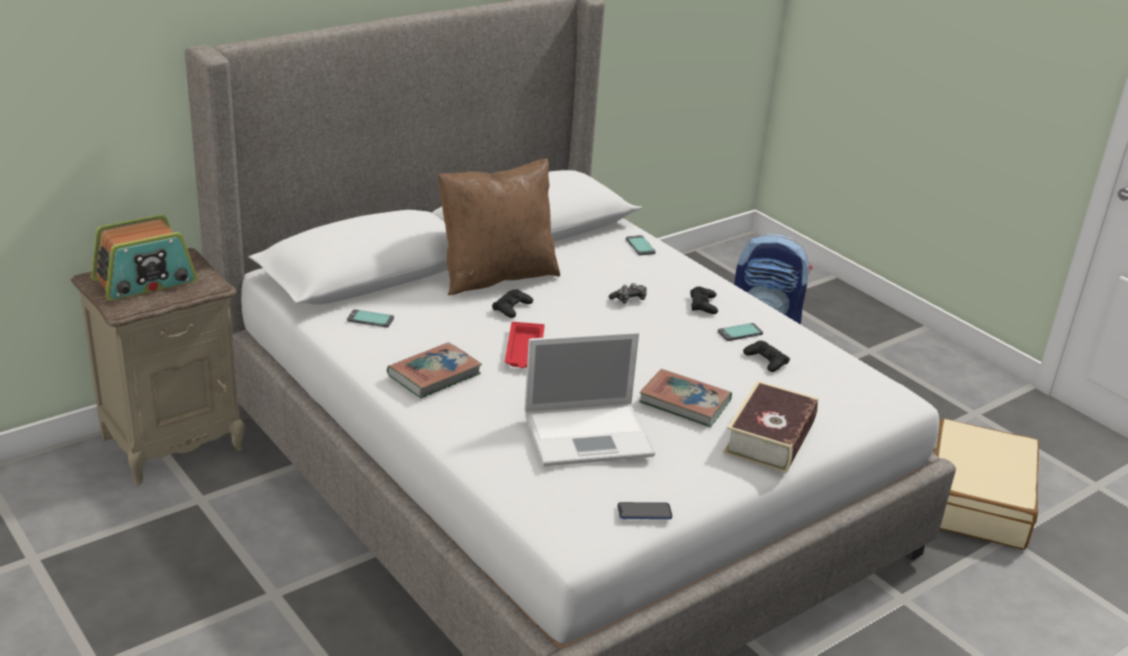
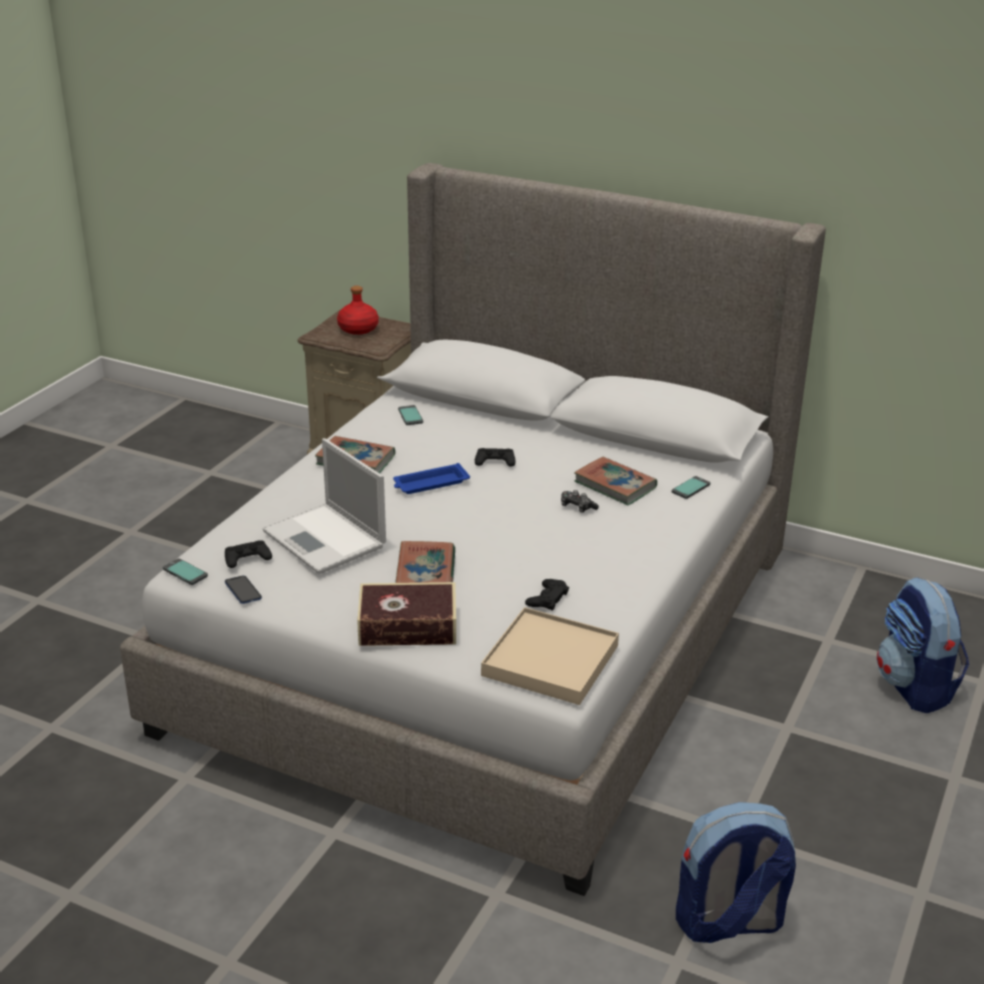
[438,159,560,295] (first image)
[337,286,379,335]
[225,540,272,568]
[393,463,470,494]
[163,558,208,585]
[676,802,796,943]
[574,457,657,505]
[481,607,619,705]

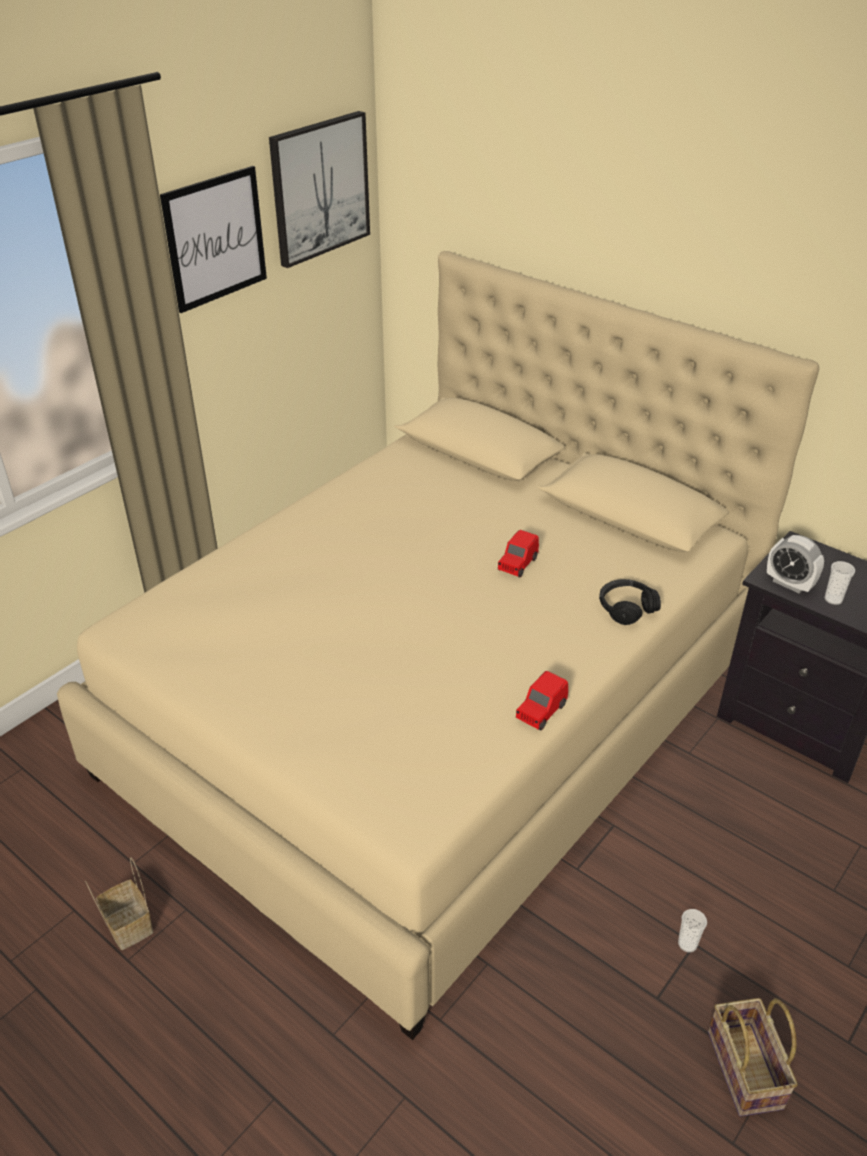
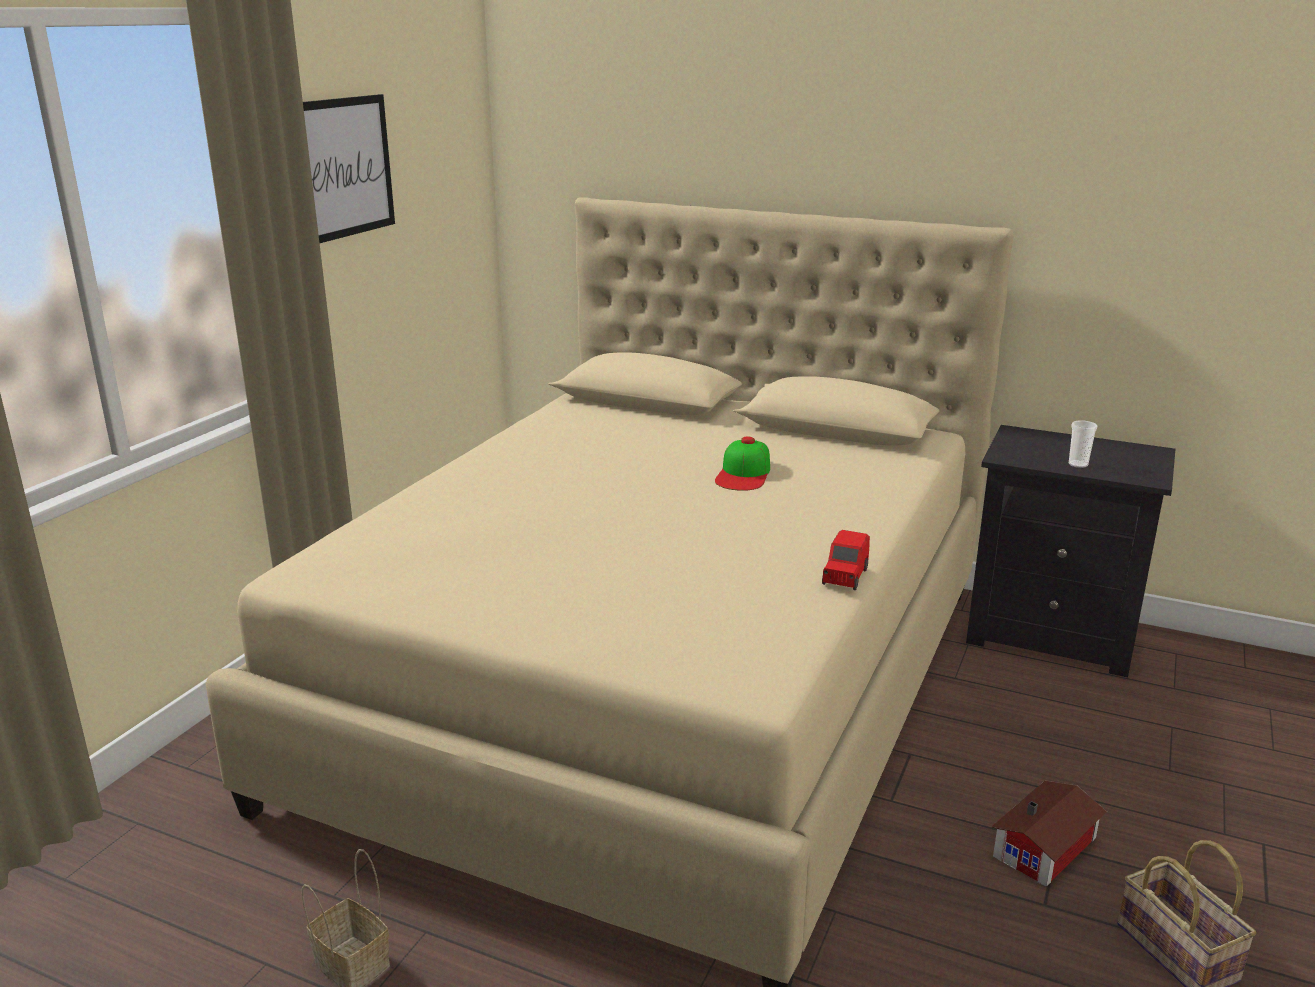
[269,111,370,268] (first image)
[715,437,770,491]
[767,535,824,594] (first image)
[599,579,661,625] (first image)
[991,781,1107,887]

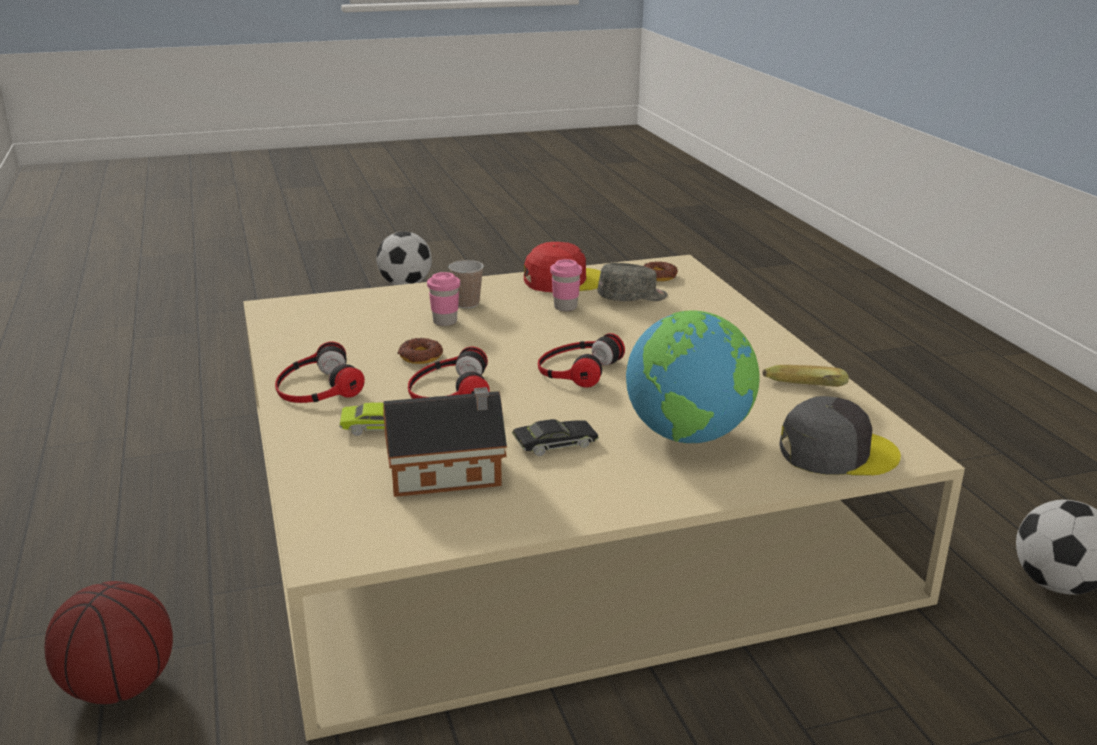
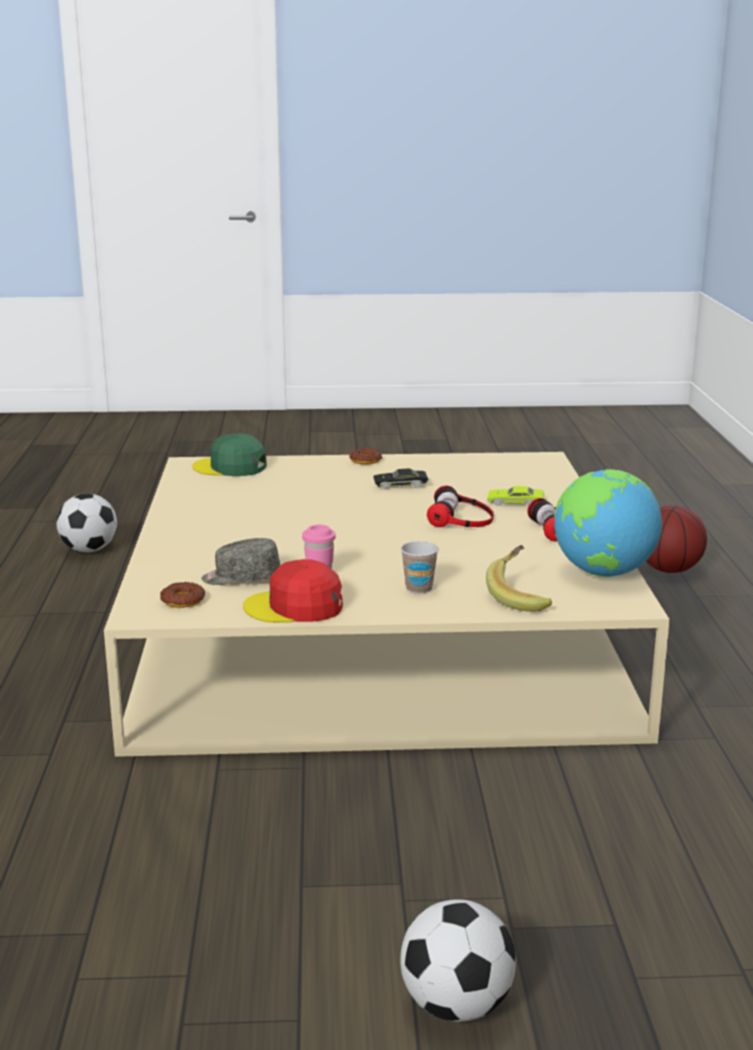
[427,272,460,326] (first image)
[554,469,662,577]
[538,333,625,388] (first image)
[349,448,382,465]
[486,545,552,612]
[384,387,507,497] (first image)
[192,434,267,476]

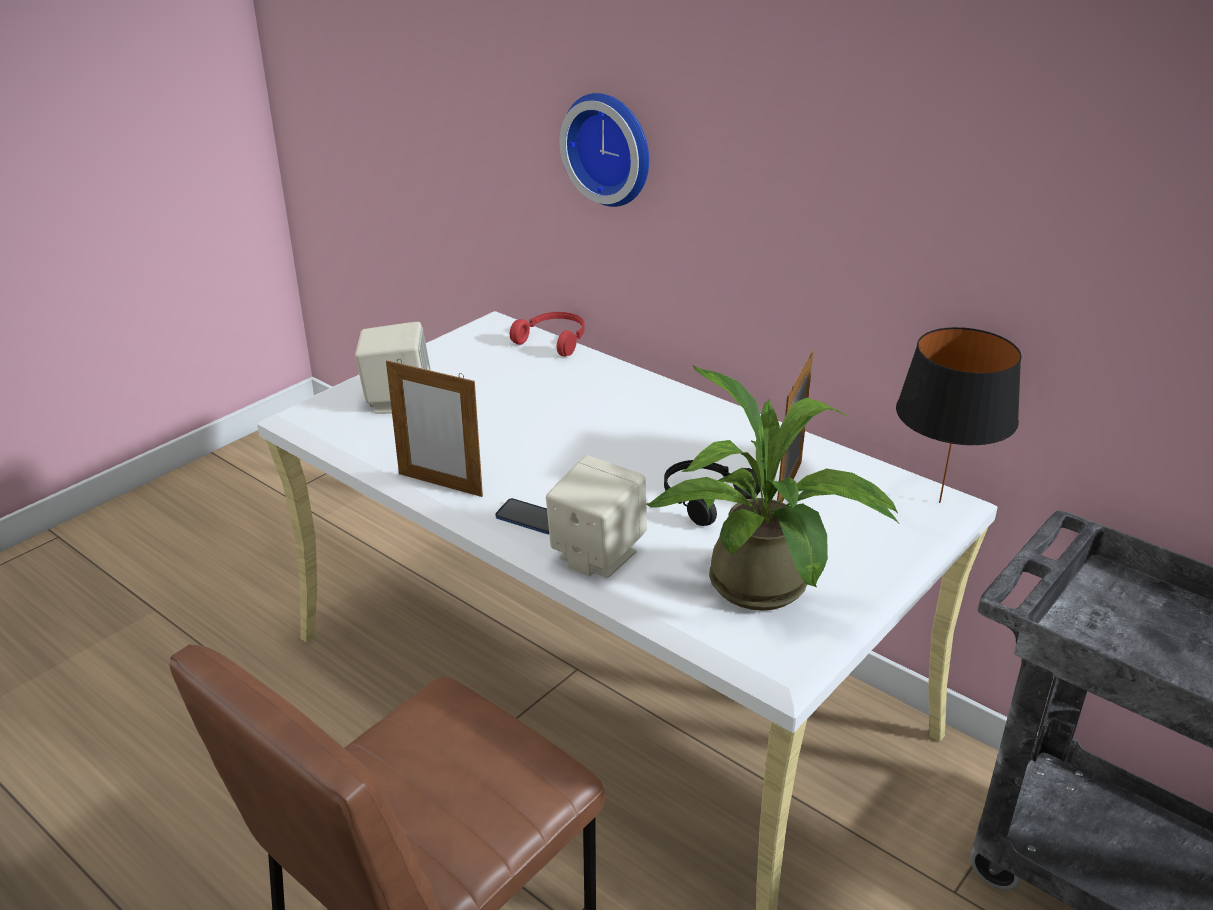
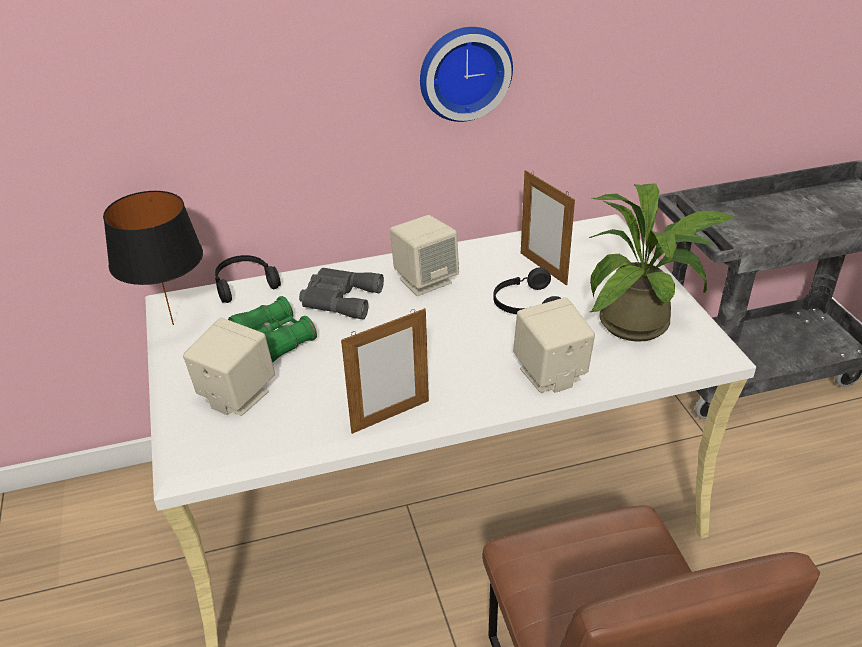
[420,27,513,122]
[215,255,281,303]
[103,191,203,325]
[495,498,549,534] (first image)
[390,215,459,296]
[299,268,384,320]
[228,296,317,363]

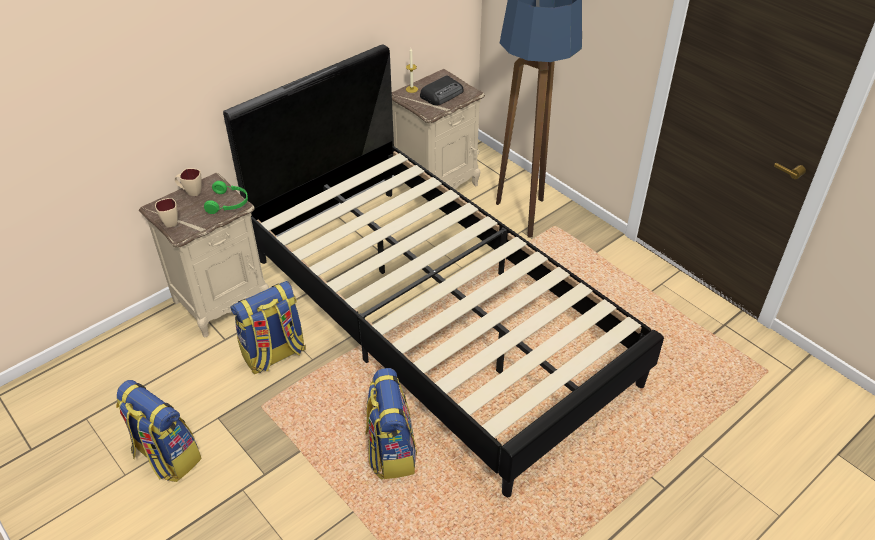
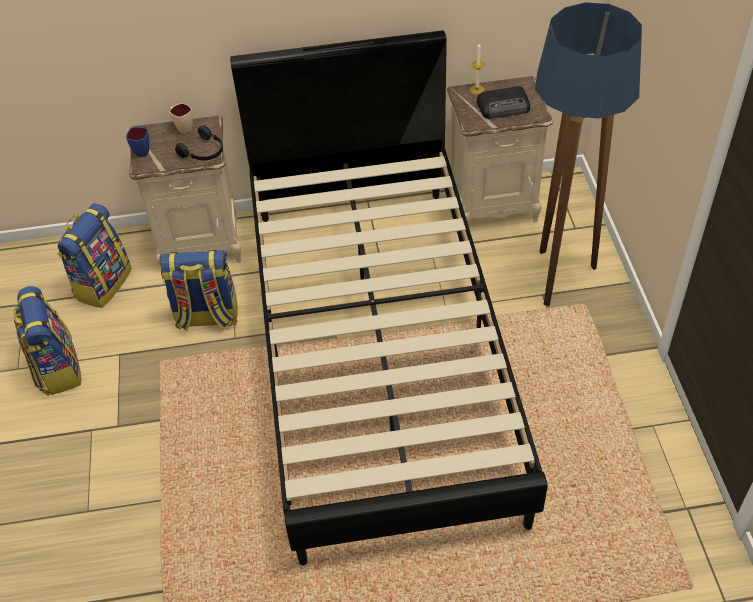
[175,125,223,160]
[126,127,149,157]
[58,203,132,308]

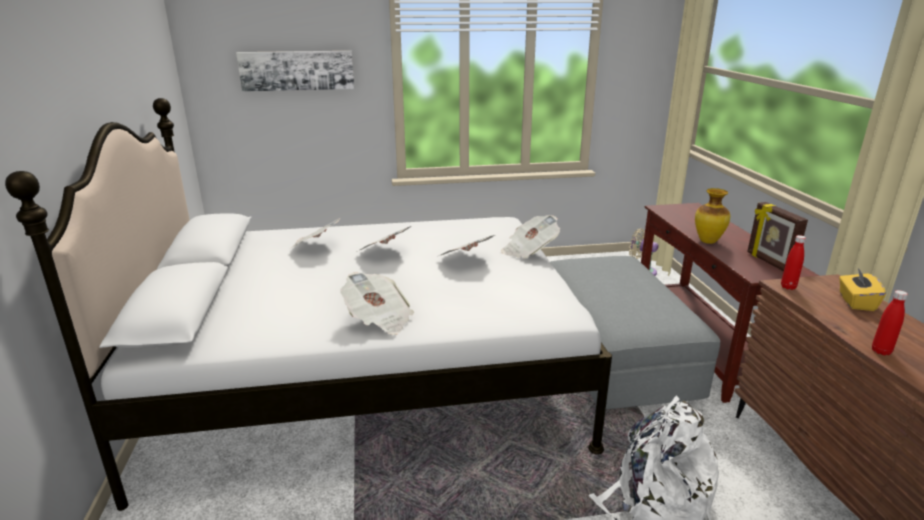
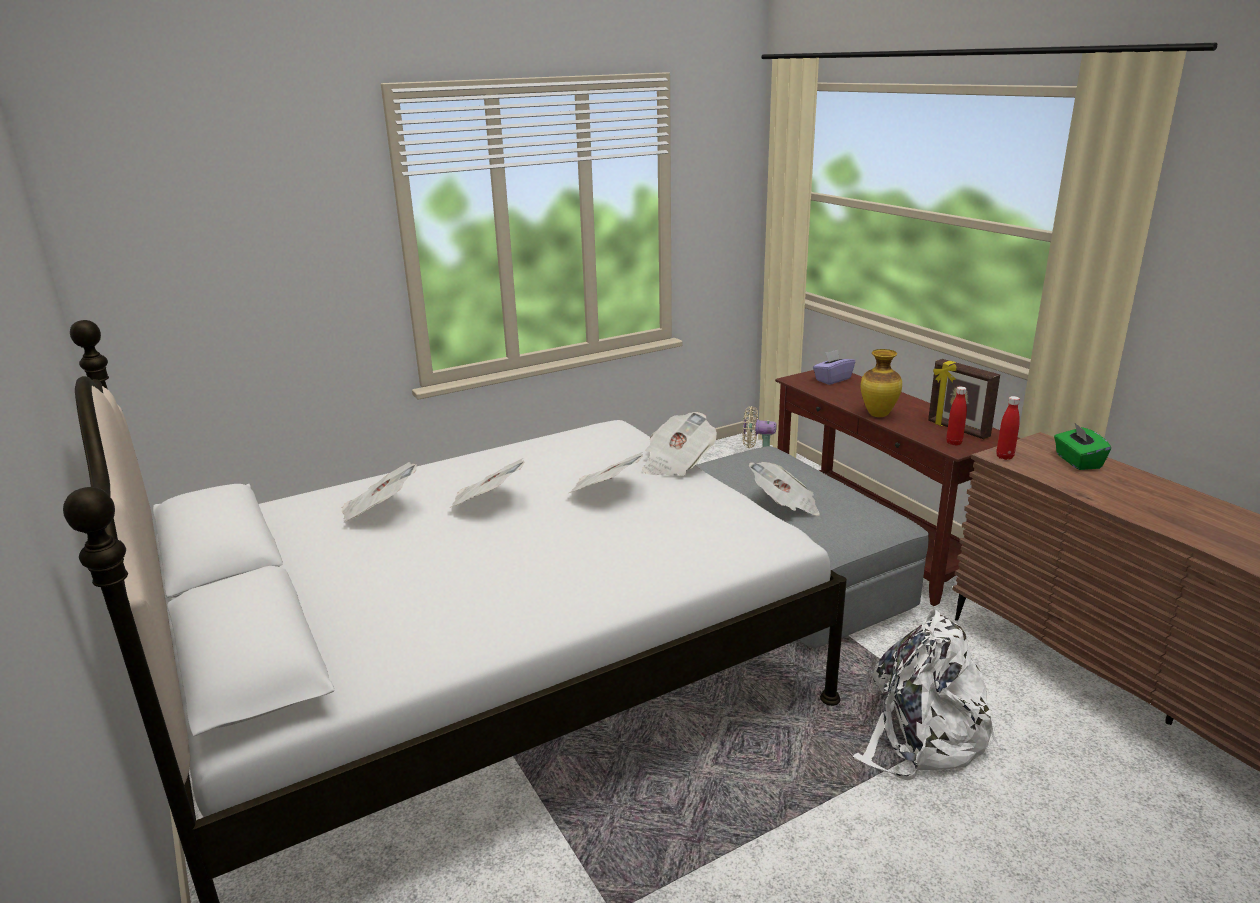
[236,51,354,92] (first image)
[1054,423,1111,470]
[749,462,820,516]
[946,386,967,445]
[813,350,855,385]

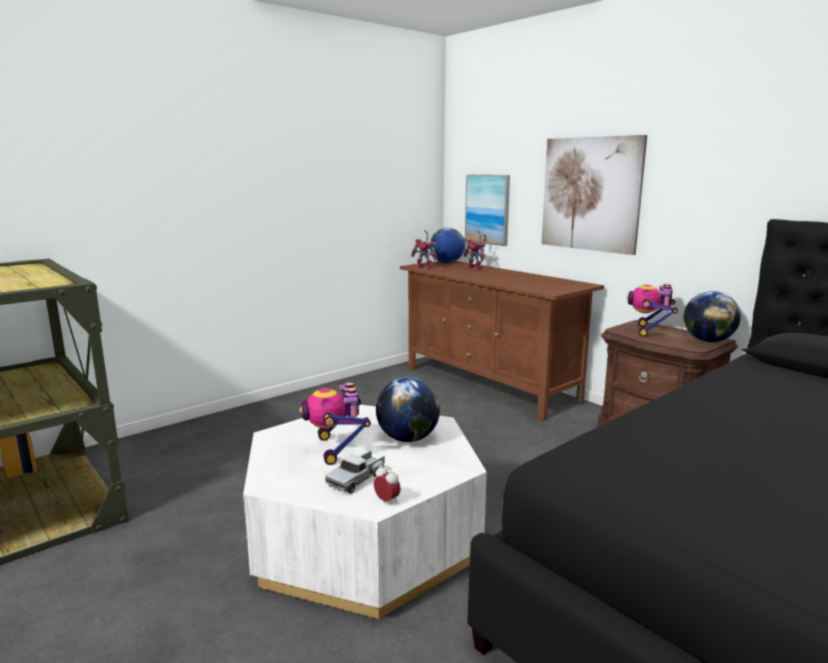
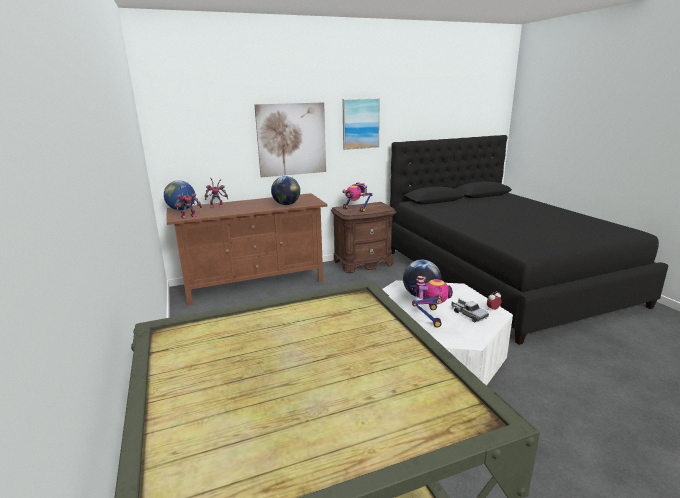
[342,98,380,150]
[271,176,300,205]
[410,276,453,327]

